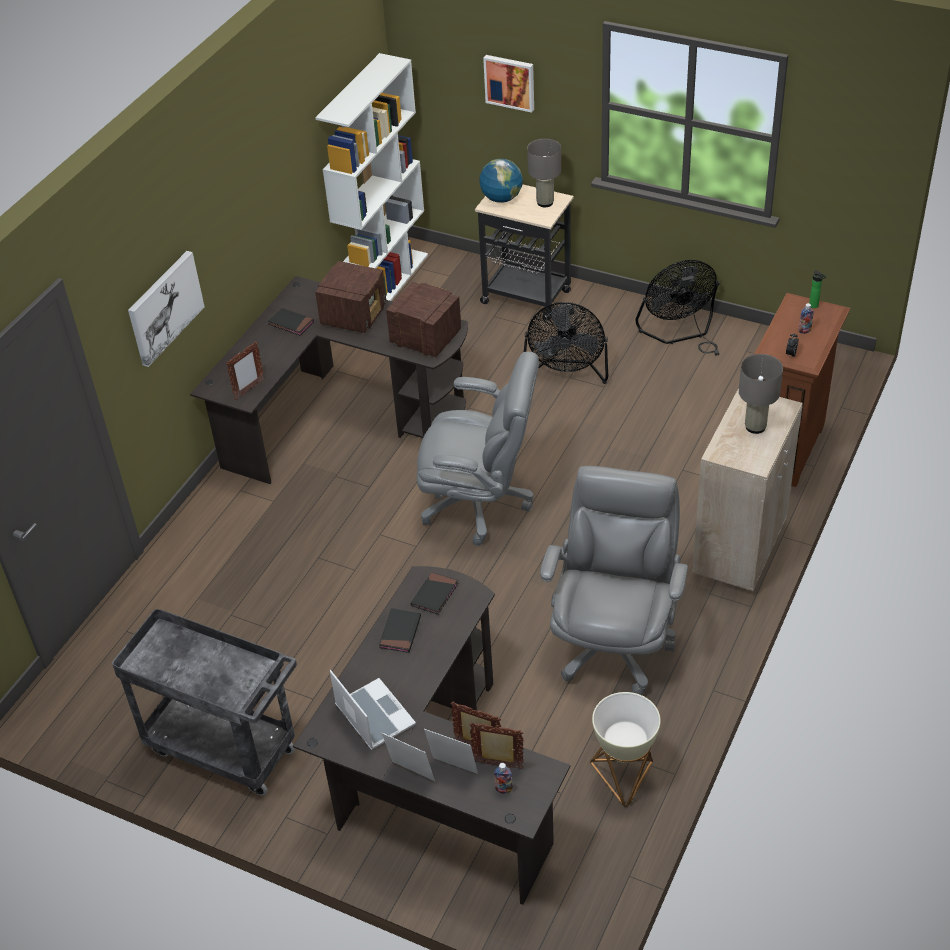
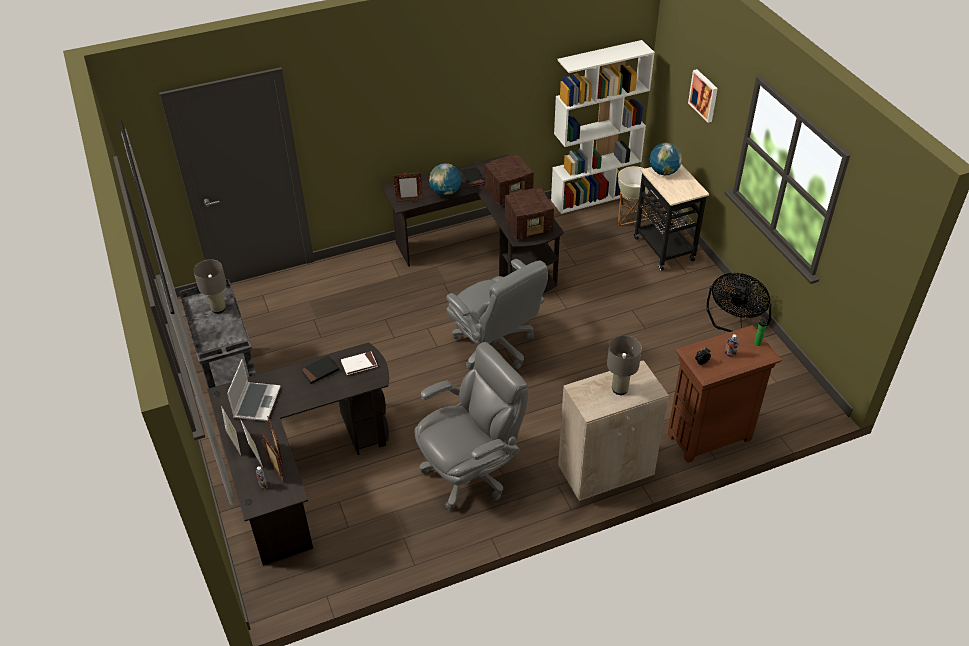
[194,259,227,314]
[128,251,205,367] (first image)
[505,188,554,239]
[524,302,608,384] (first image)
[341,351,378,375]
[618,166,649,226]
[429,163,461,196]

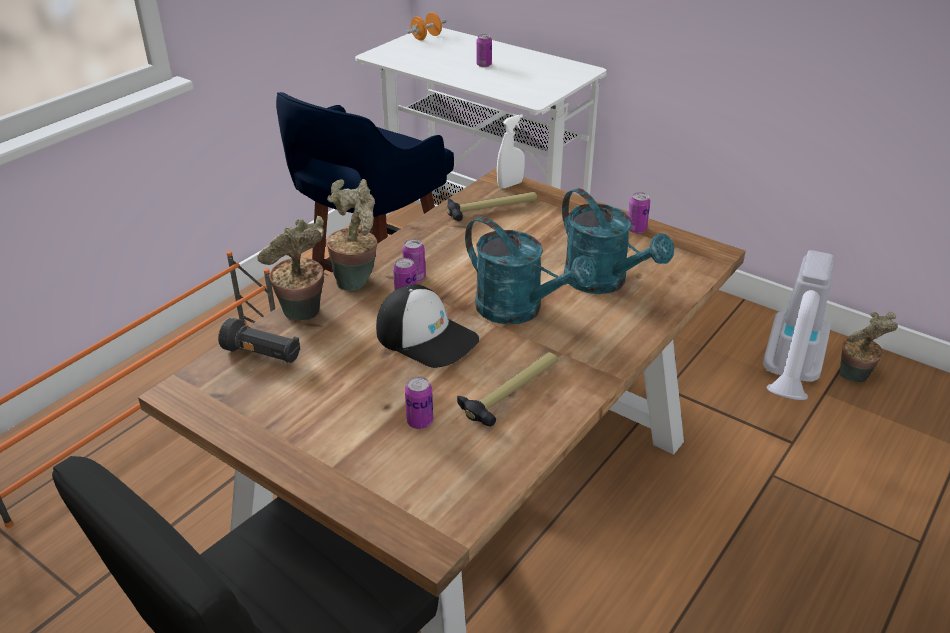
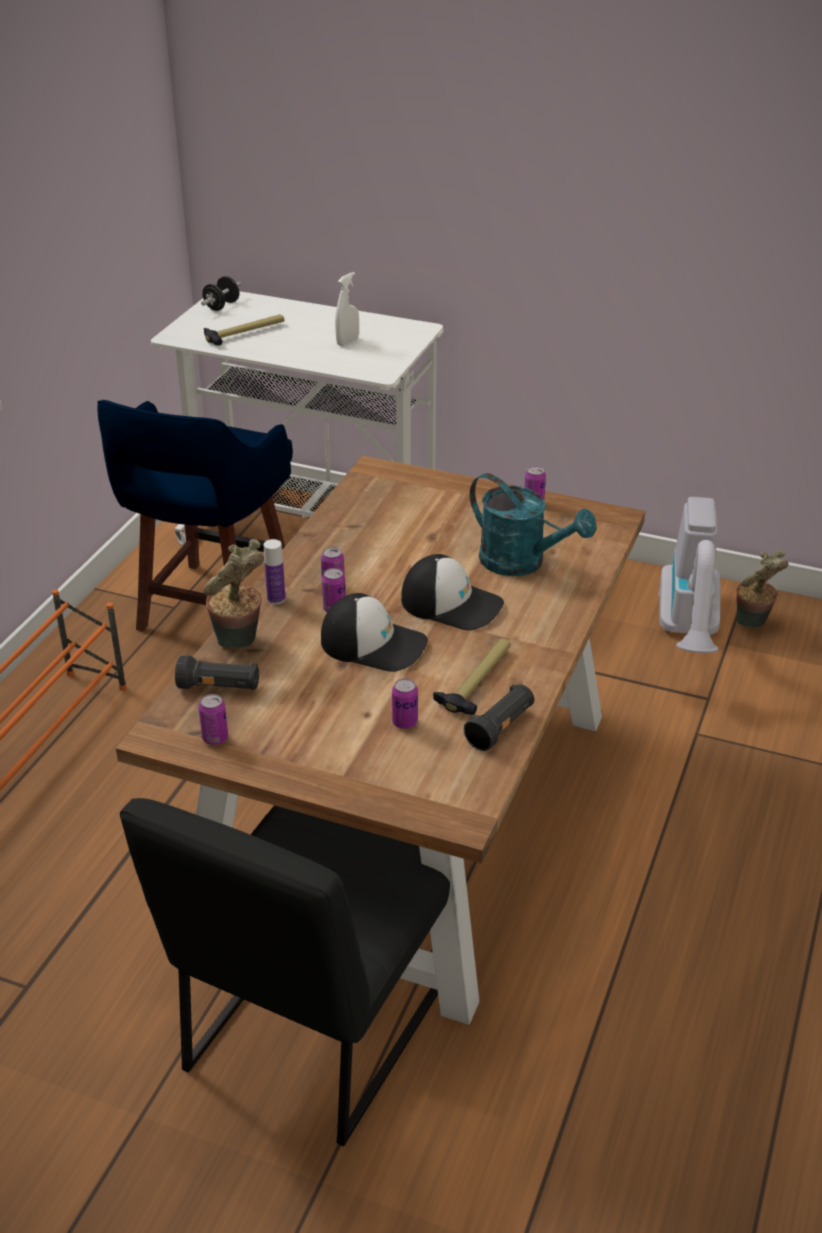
[201,276,241,311]
[199,694,228,745]
[335,272,359,346]
[264,539,285,604]
[204,314,284,346]
[401,554,504,631]
[464,684,534,751]

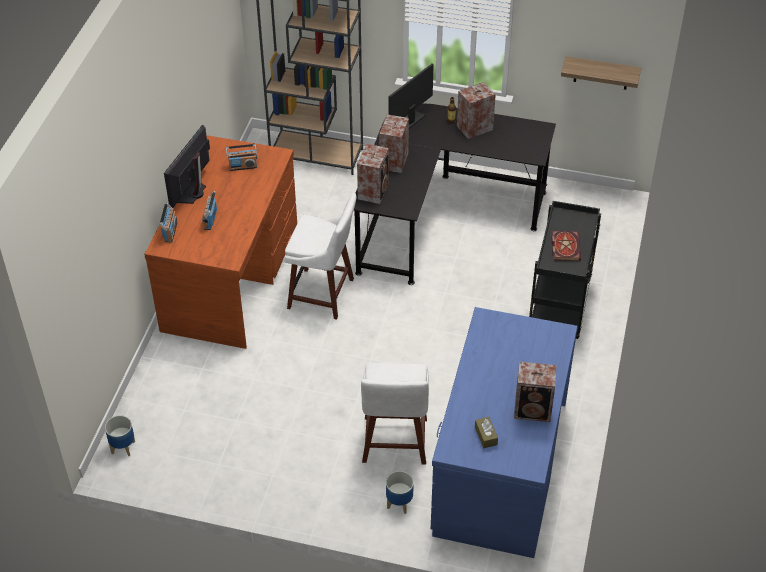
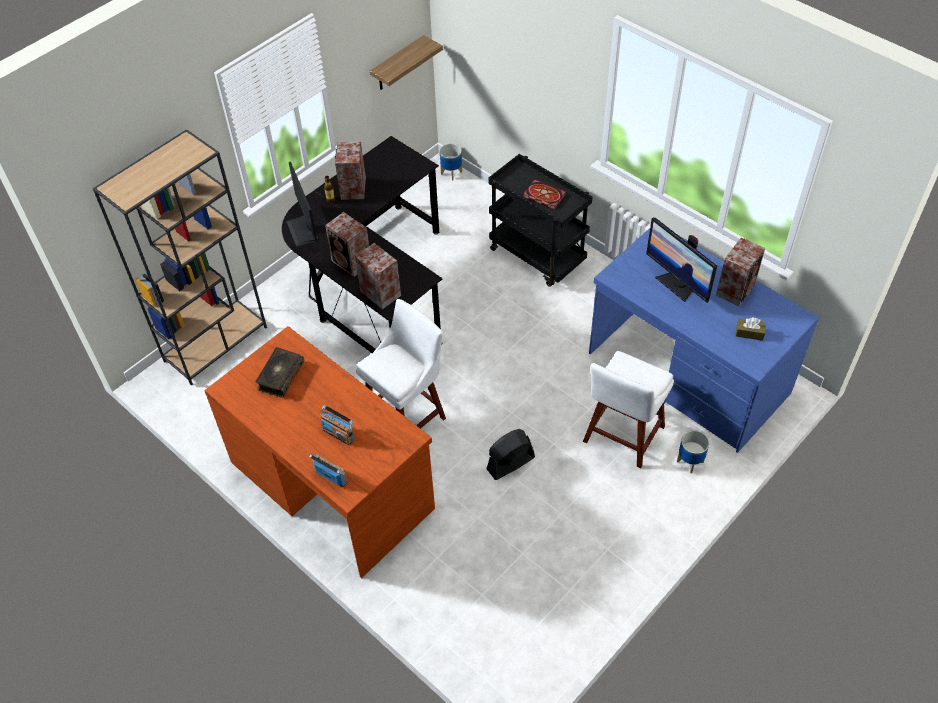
[646,218,717,303]
[255,347,304,398]
[583,351,674,468]
[440,144,462,180]
[486,429,535,480]

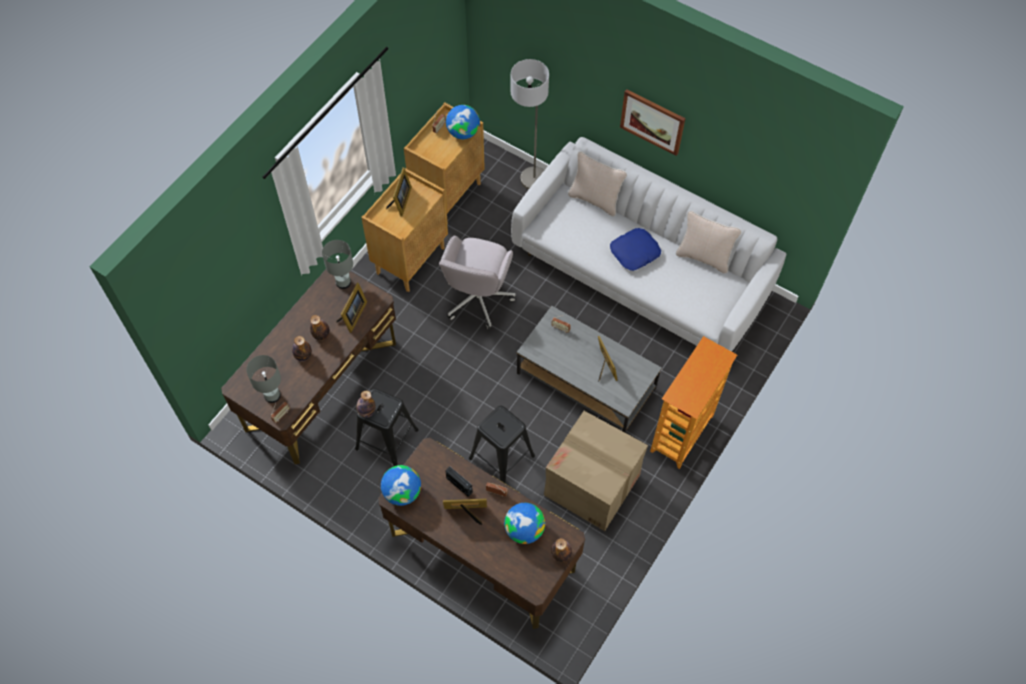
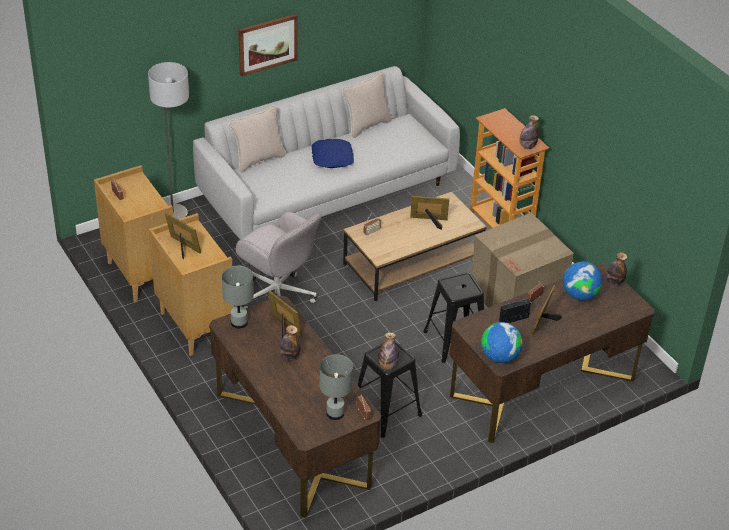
[446,105,480,139] (first image)
[343,192,487,301]
[520,115,539,149]

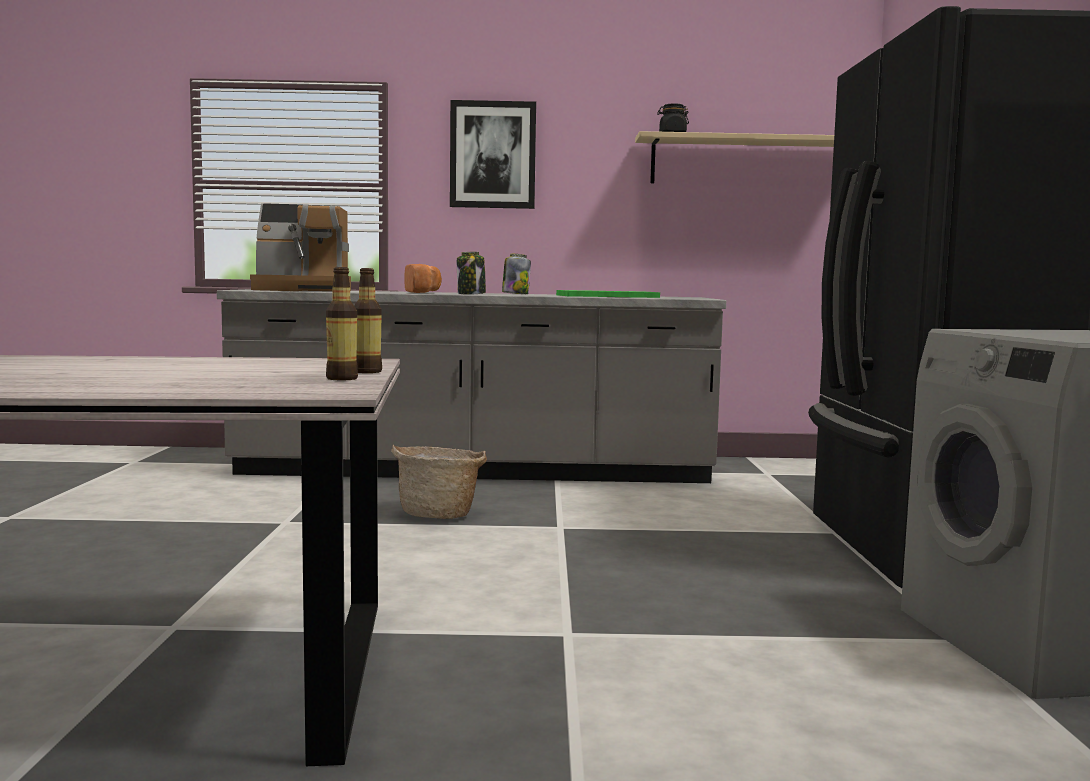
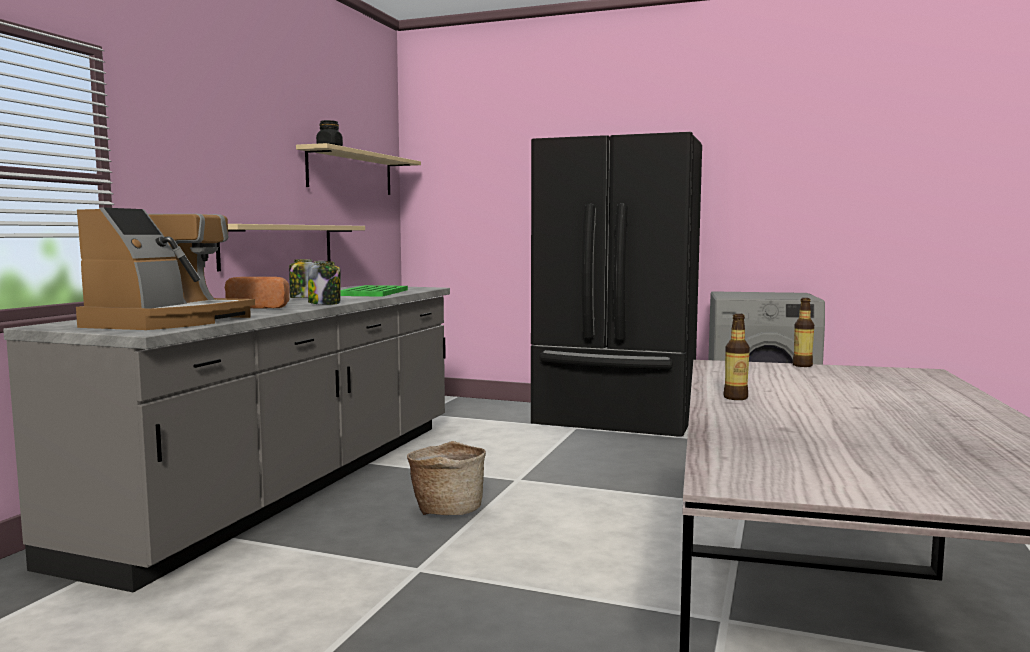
[450,100,536,209] (first image)
[724,314,750,400]
[216,224,365,271]

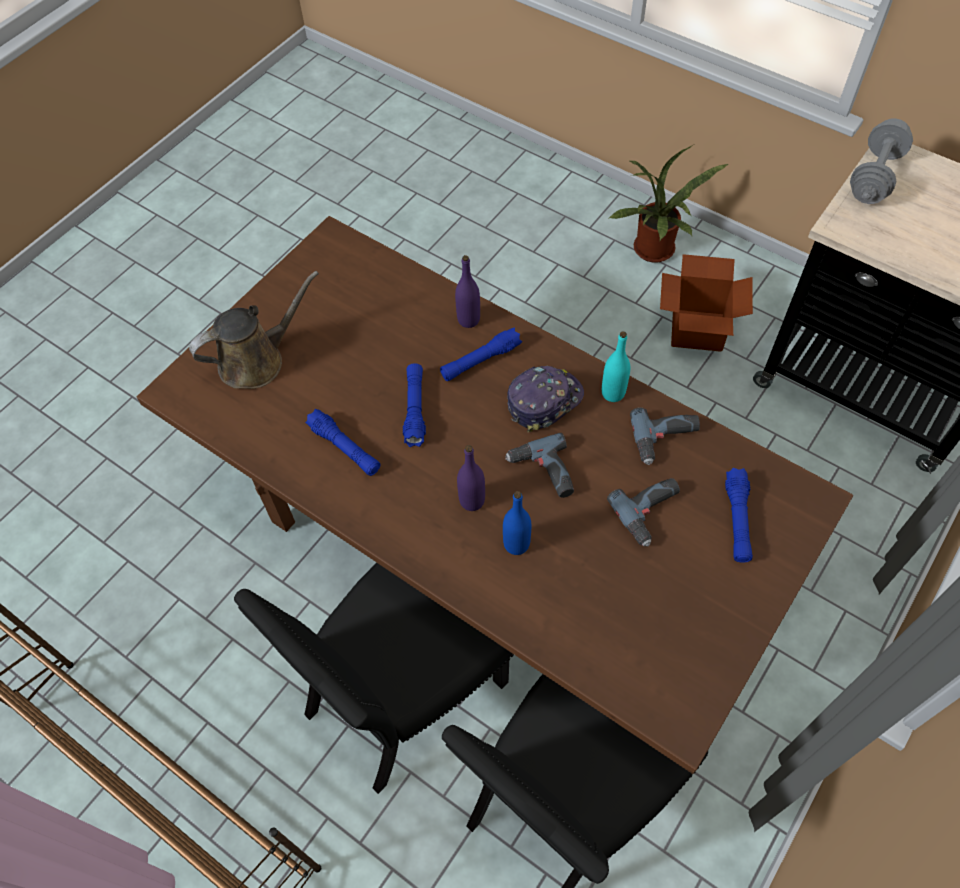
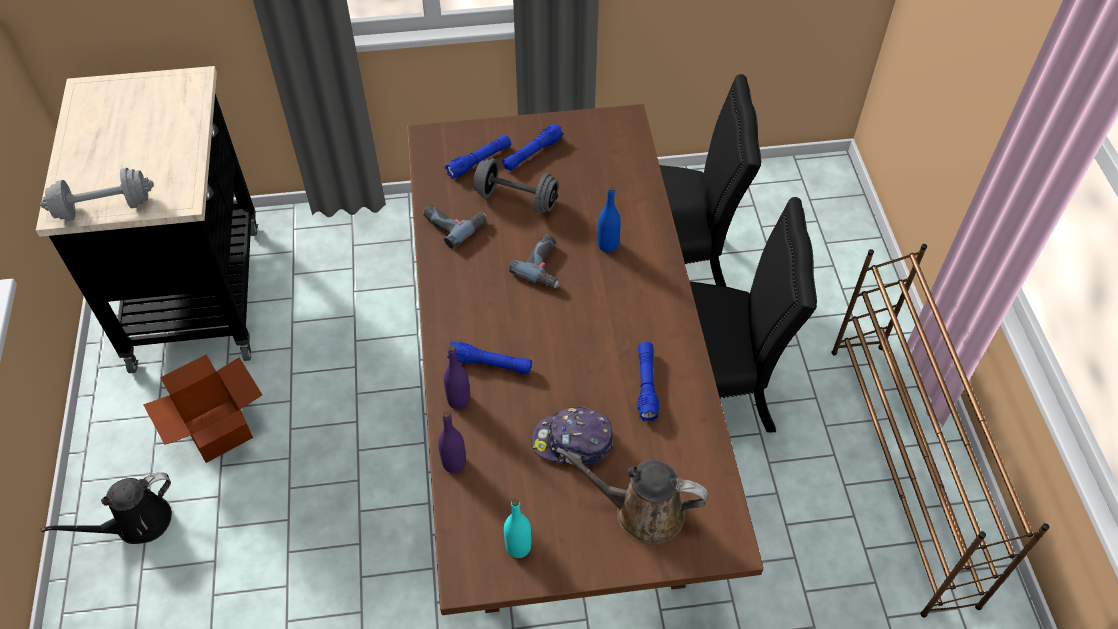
[40,472,172,544]
[504,499,531,558]
[502,123,564,171]
[531,406,614,466]
[438,411,466,473]
[473,158,559,213]

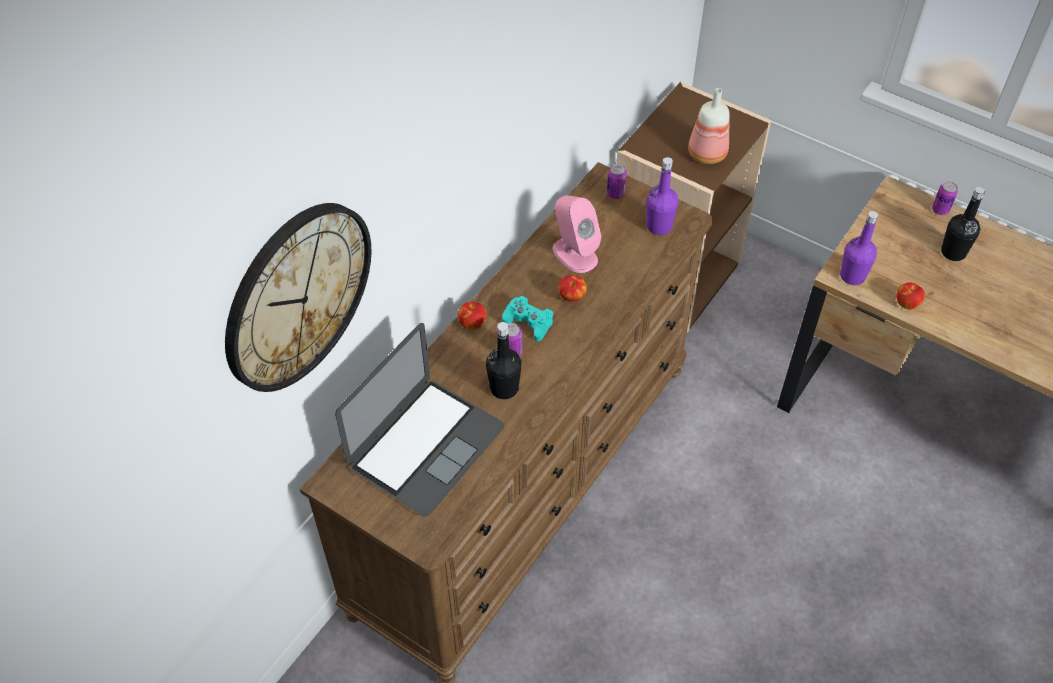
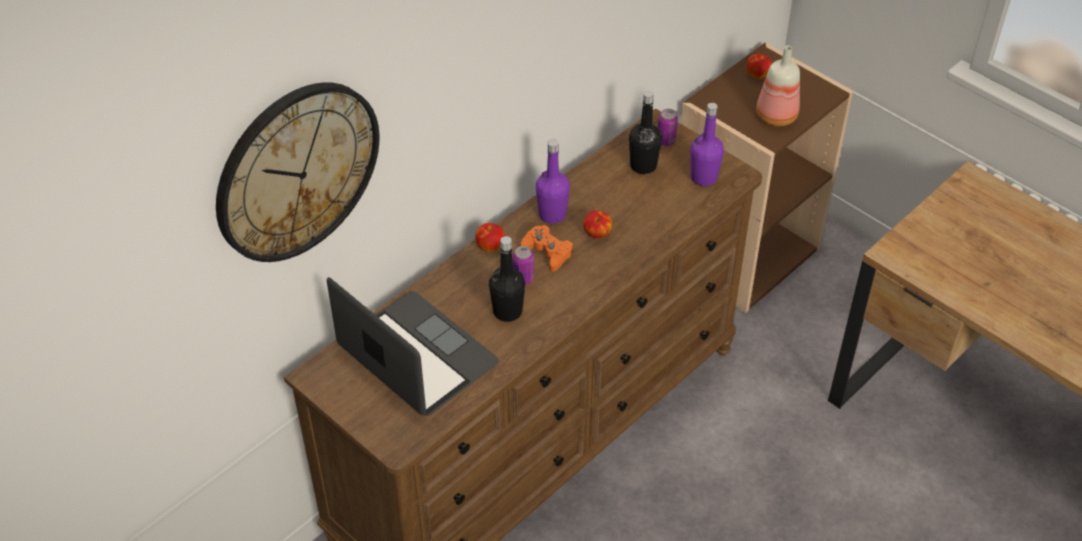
[932,181,958,215] (first image)
[629,91,662,174]
[553,195,602,273] (first image)
[536,139,570,224]
[747,54,772,79]
[521,225,573,272]
[327,277,499,416]

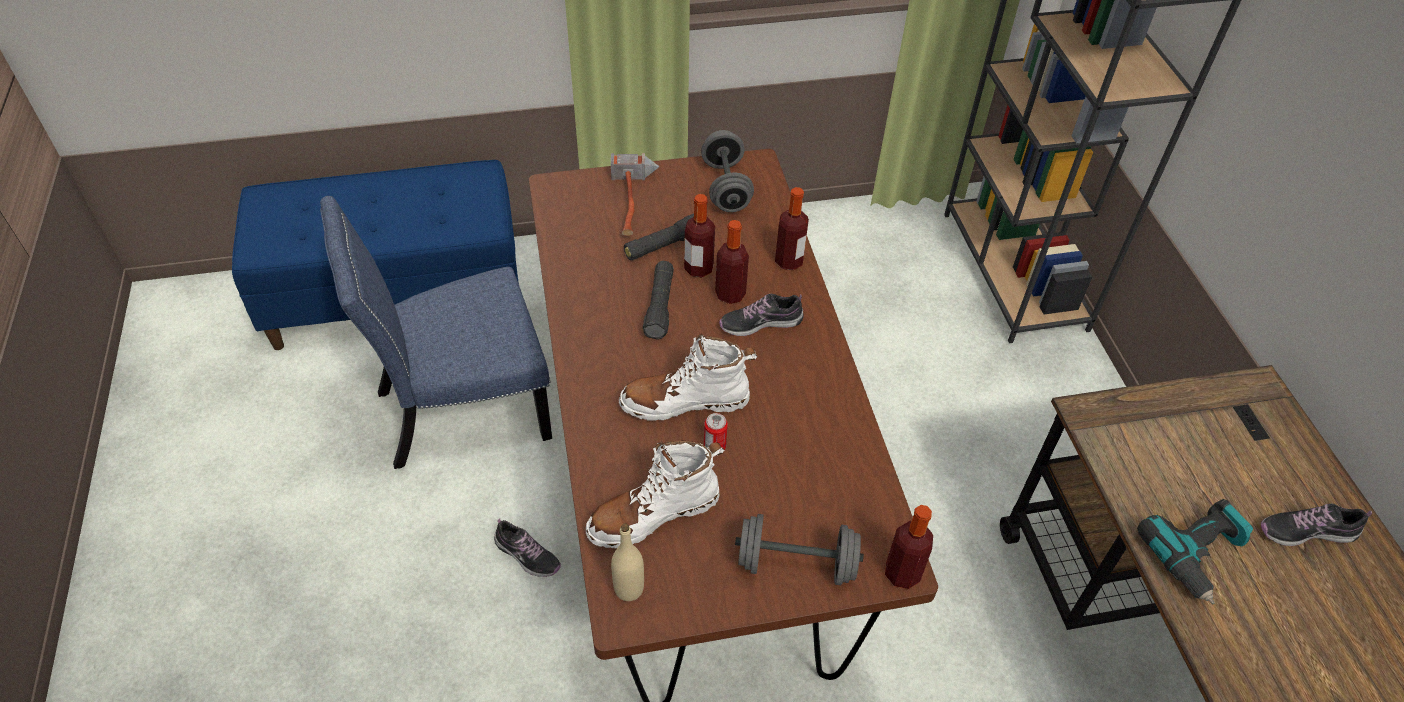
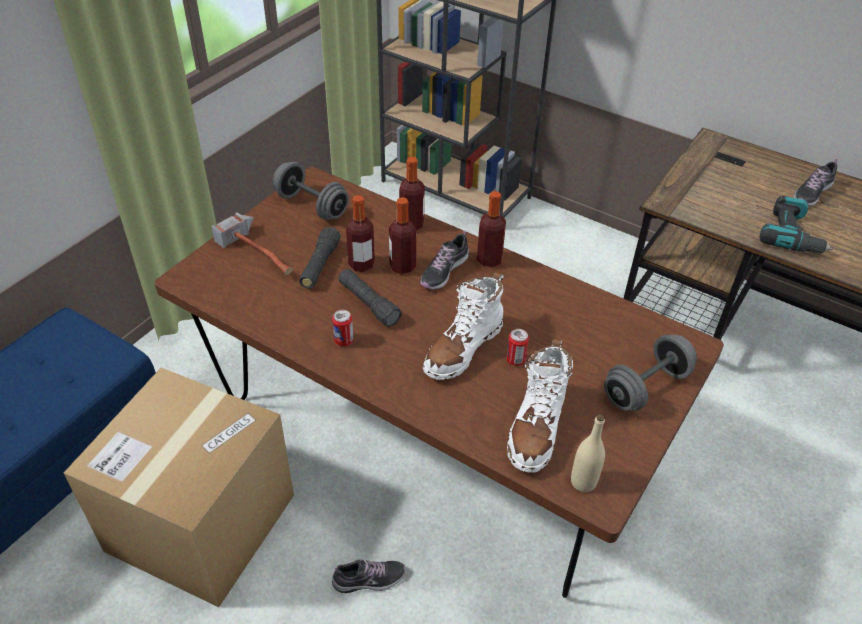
[64,367,294,607]
[477,191,506,268]
[332,310,353,346]

